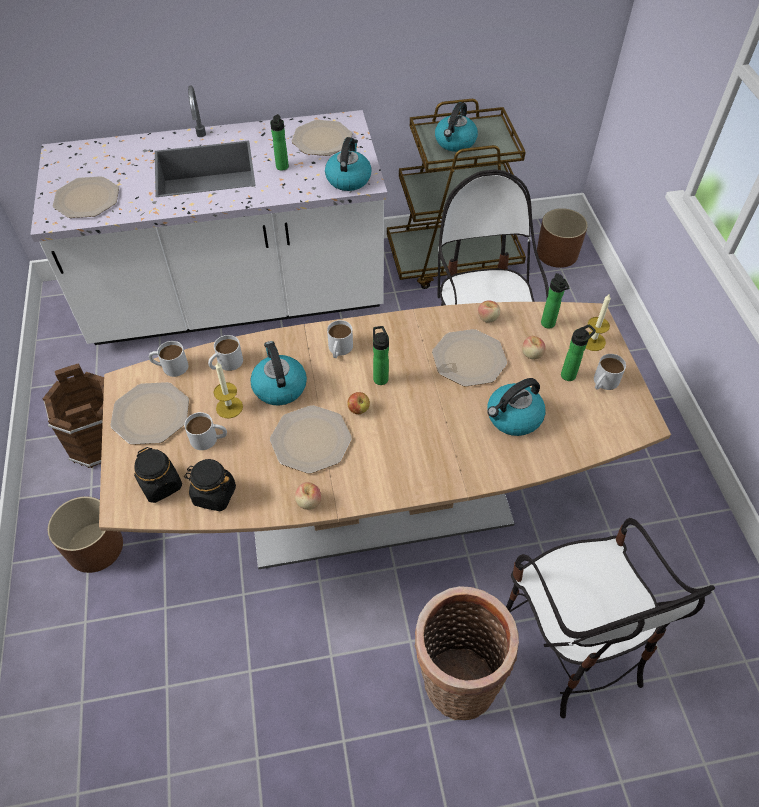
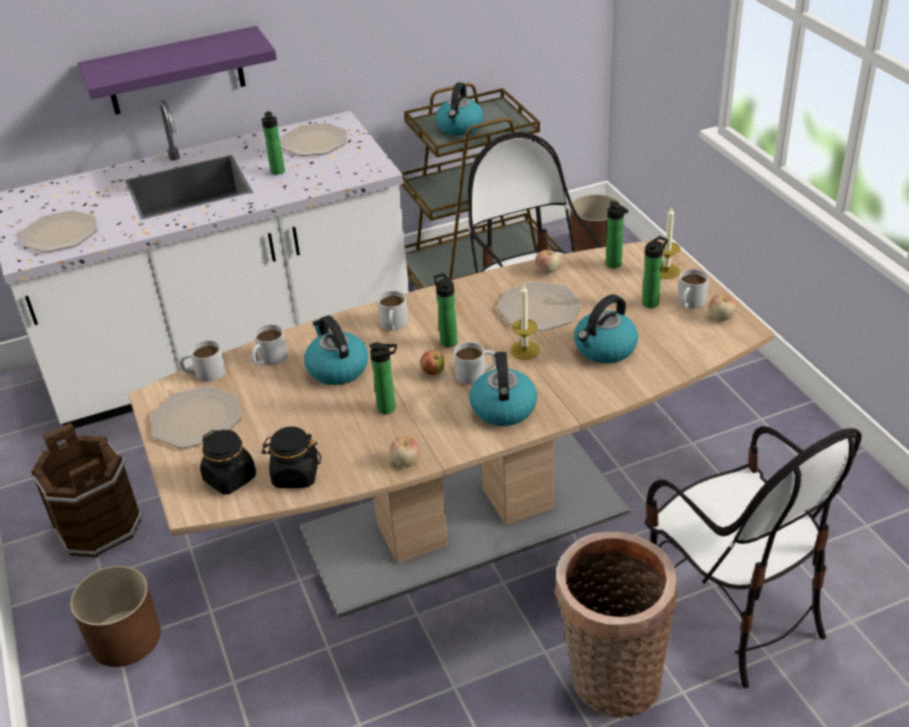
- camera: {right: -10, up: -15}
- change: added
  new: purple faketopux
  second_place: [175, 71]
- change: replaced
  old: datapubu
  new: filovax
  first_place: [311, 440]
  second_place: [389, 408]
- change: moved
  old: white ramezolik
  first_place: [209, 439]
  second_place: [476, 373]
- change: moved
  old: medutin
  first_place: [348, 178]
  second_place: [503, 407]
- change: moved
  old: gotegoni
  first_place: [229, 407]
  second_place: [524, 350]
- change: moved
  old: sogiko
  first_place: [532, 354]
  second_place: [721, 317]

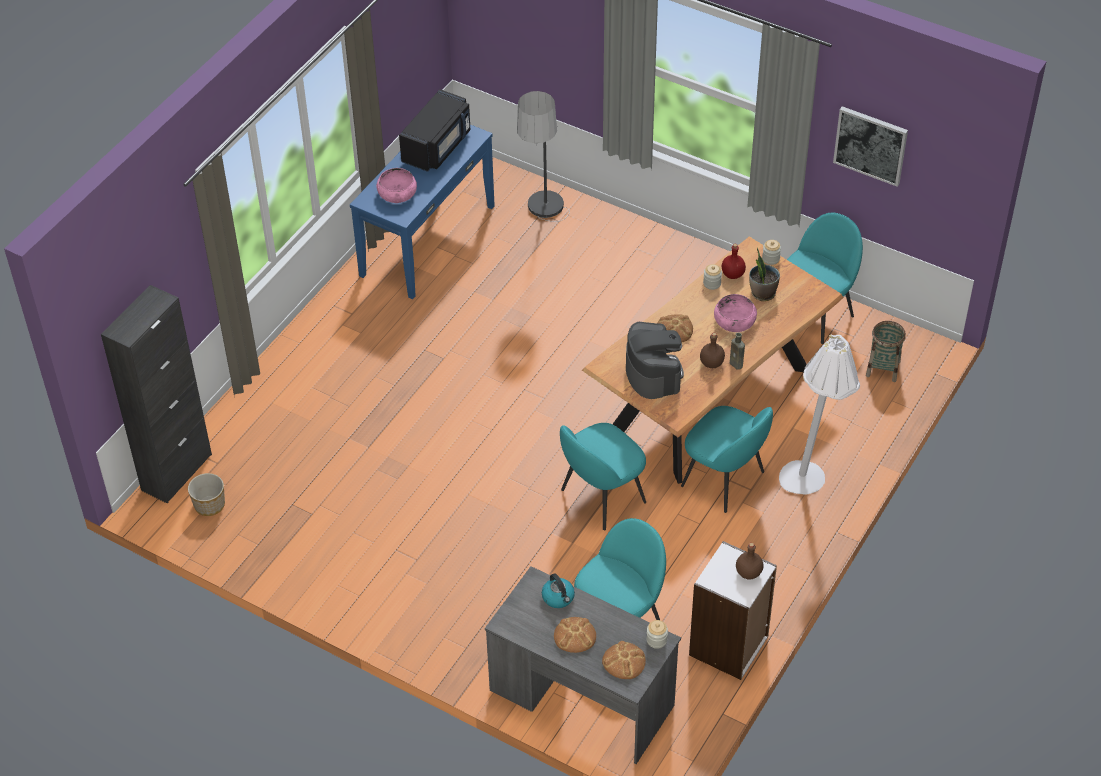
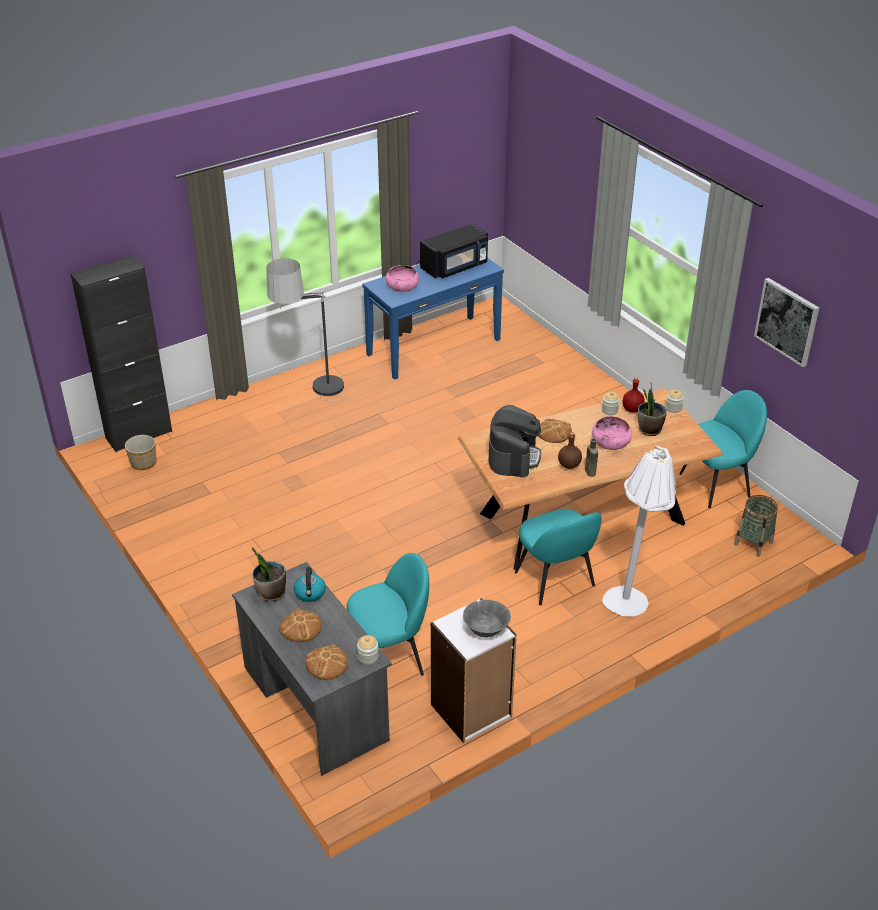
- camera: {right: 25, up: -10}
- change: added
  new: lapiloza
  second_place: [271, 593]
- change: moved
  old: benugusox
  first_place: [544, 227]
  second_place: [314, 401]
- change: replaced
  old: brown filovax
  new: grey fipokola
  first_place: [748, 573]
  second_place: [485, 631]
- change: removed
  old: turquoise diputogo
  first_place: [601, 497]

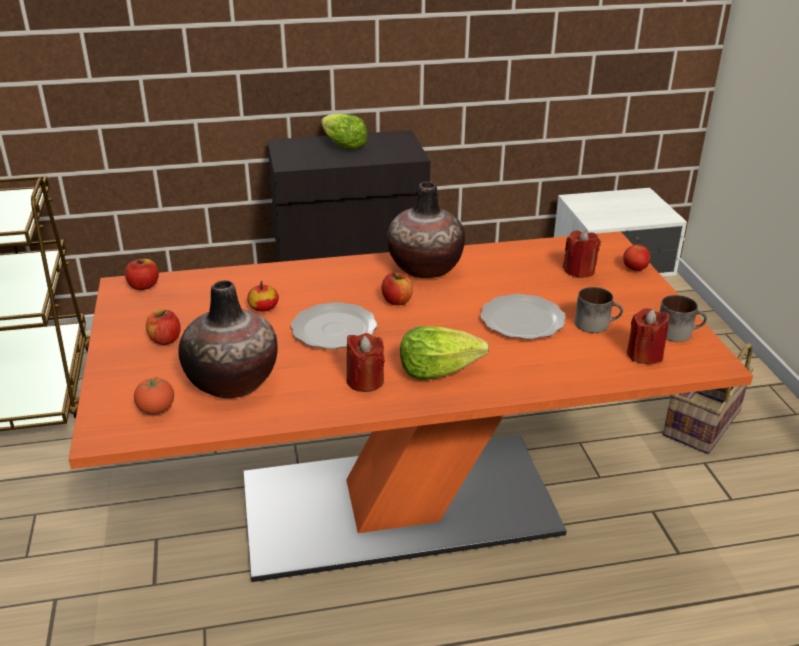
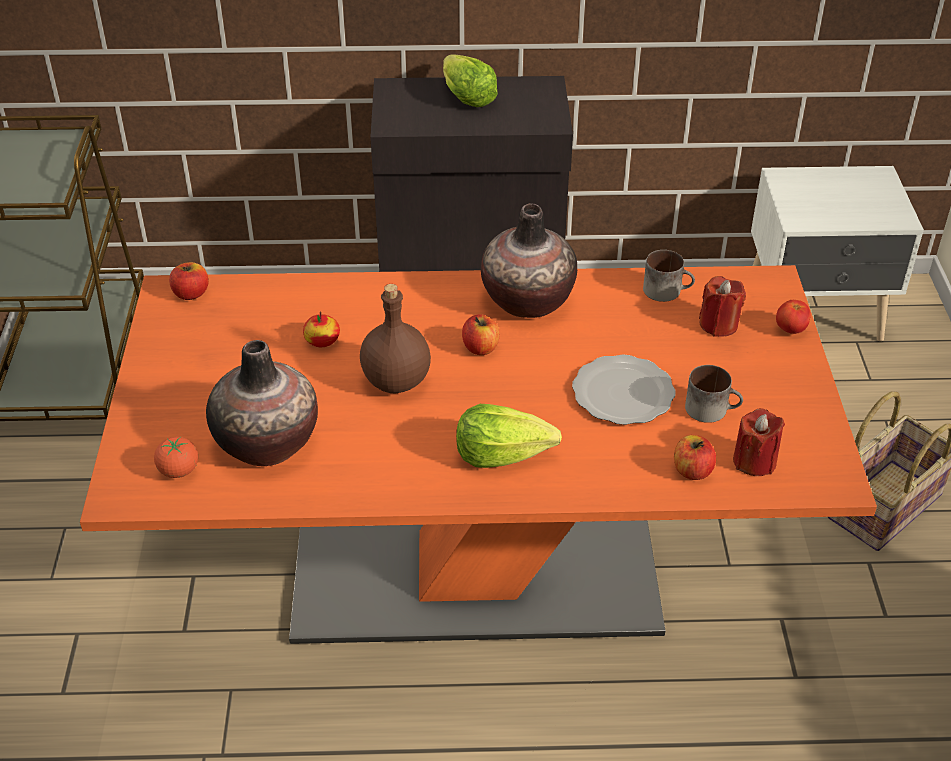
- camera: {right: 10, up: 10}
- change: replaced
  old: datapubu
  new: brown filovax
  first_place: [332, 329]
  second_place: [395, 381]
- change: moved
  old: ramezolik
  first_place: [678, 332]
  second_place: [667, 290]
- change: moved
  old: sogiko
  first_place: [165, 339]
  second_place: [692, 470]
- change: removed
  old: red gotegoni
  first_place: [365, 381]

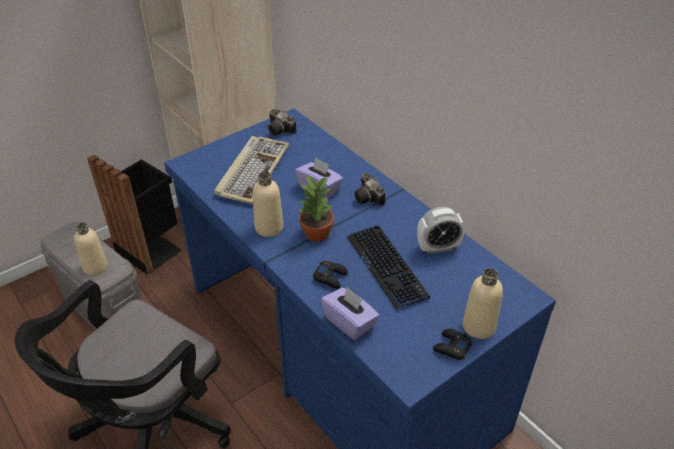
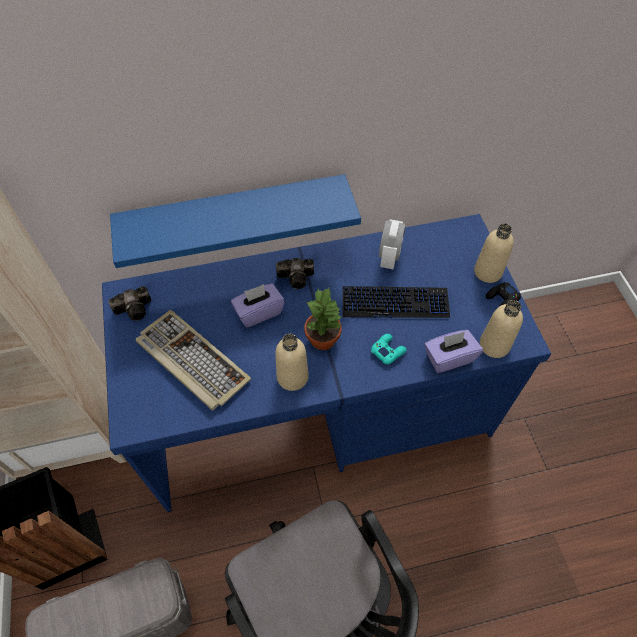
- camera: {right: -65, up: 15}
- change: added
  new: blue faketopux
  second_place: [234, 214]
- change: recoloured
  old: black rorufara
  new: turquoise rorufara
  first_place: [330, 277]
  second_place: [388, 350]
- change: moved
  old: beige filovax
  first_place: [95, 267]
  second_place: [494, 345]

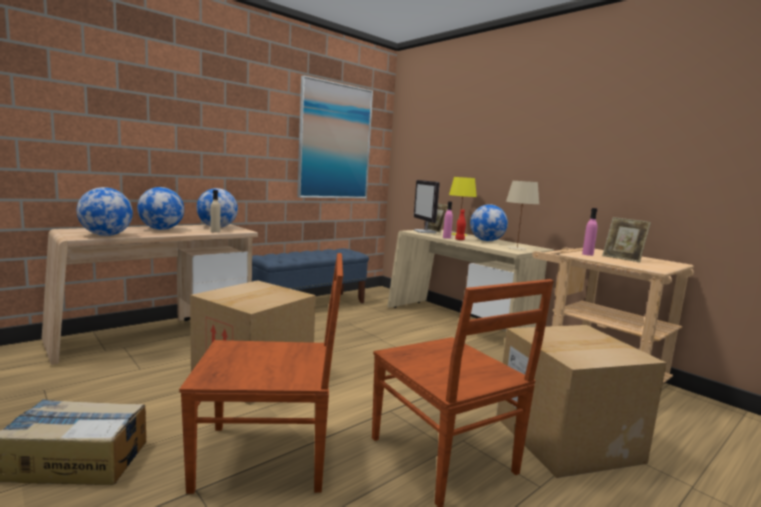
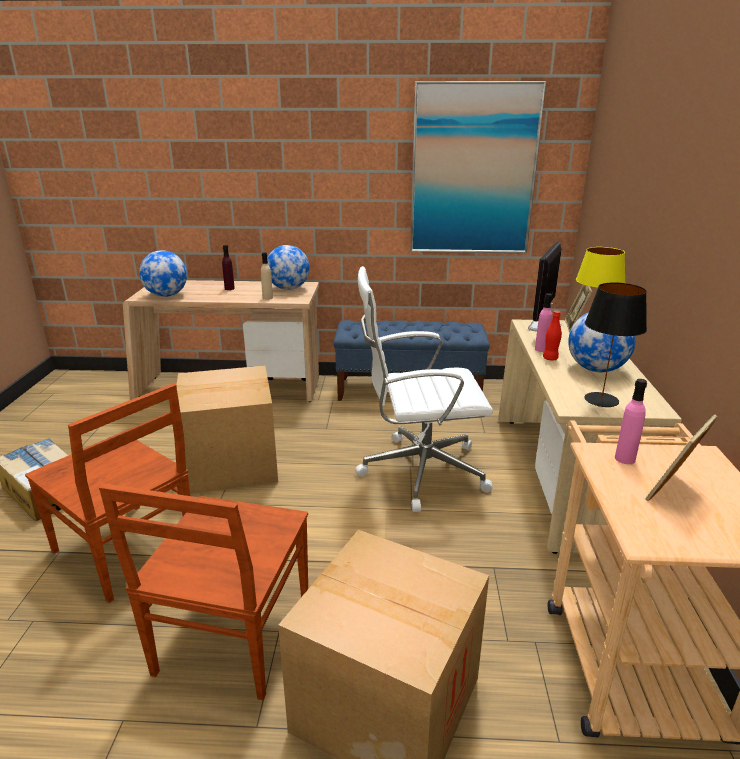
- camera: {right: 45, up: 15}
- change: replaced
  old: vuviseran
  new: purple filovax
  first_place: [161, 229]
  second_place: [229, 288]
- change: added
  new: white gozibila
  second_place: [419, 471]
- change: recoloured
  old: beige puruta
  new: black puruta
  first_place: [517, 248]
  second_place: [601, 400]
- change: turned
  old: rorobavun
  first_place: [622, 258]
  second_place: [672, 491]
  degrees: 45

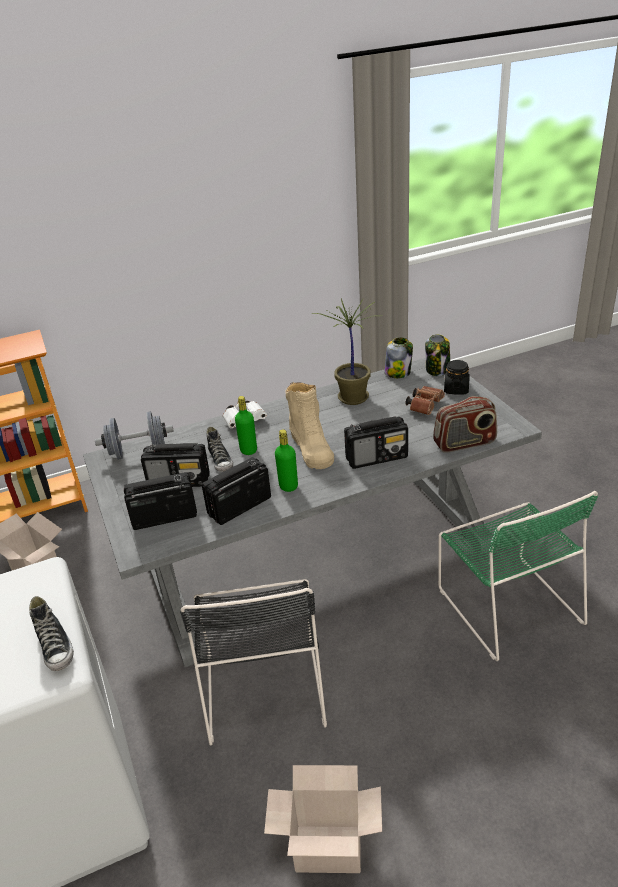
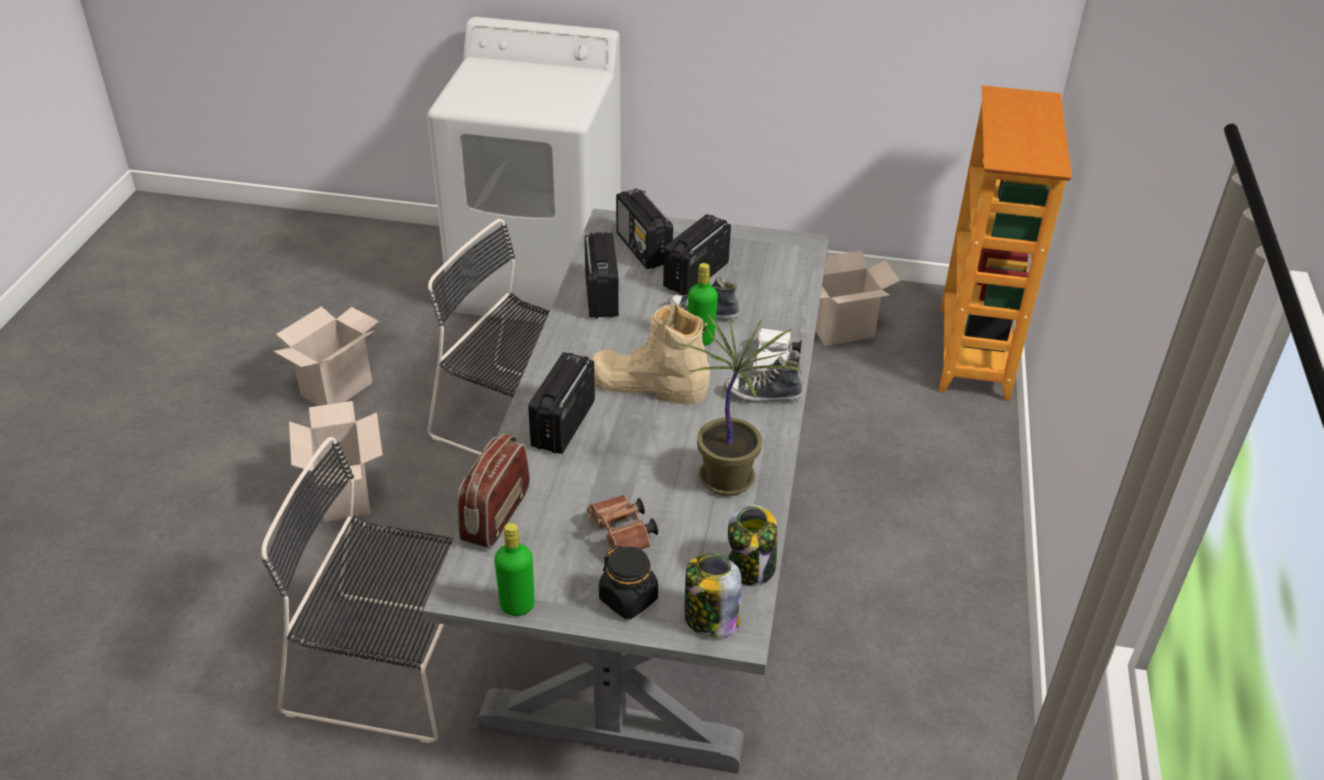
- camera: {right: 120, up: 5}
- change: recoloured
  old: green diputogo
  new: black diputogo
  first_place: [506, 603]
  second_place: [393, 666]
- change: added
  new: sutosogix
  second_place: [347, 497]
- change: moved
  old: green filovax
  first_place: [288, 486]
  second_place: [517, 605]
- change: turned
  old: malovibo
  first_place: [163, 517]
  second_place: [644, 249]
  degrees: 135
- change: moved
  old: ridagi
  first_place: [55, 646]
  second_place: [762, 395]
- change: removed
  old: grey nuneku
  first_place: [138, 452]

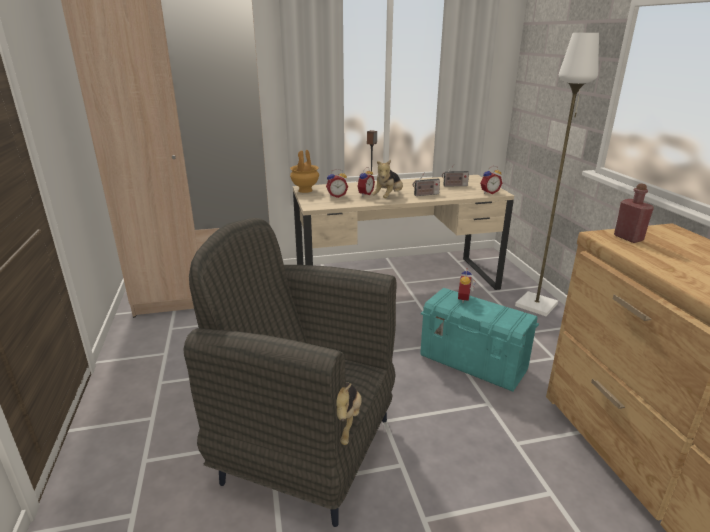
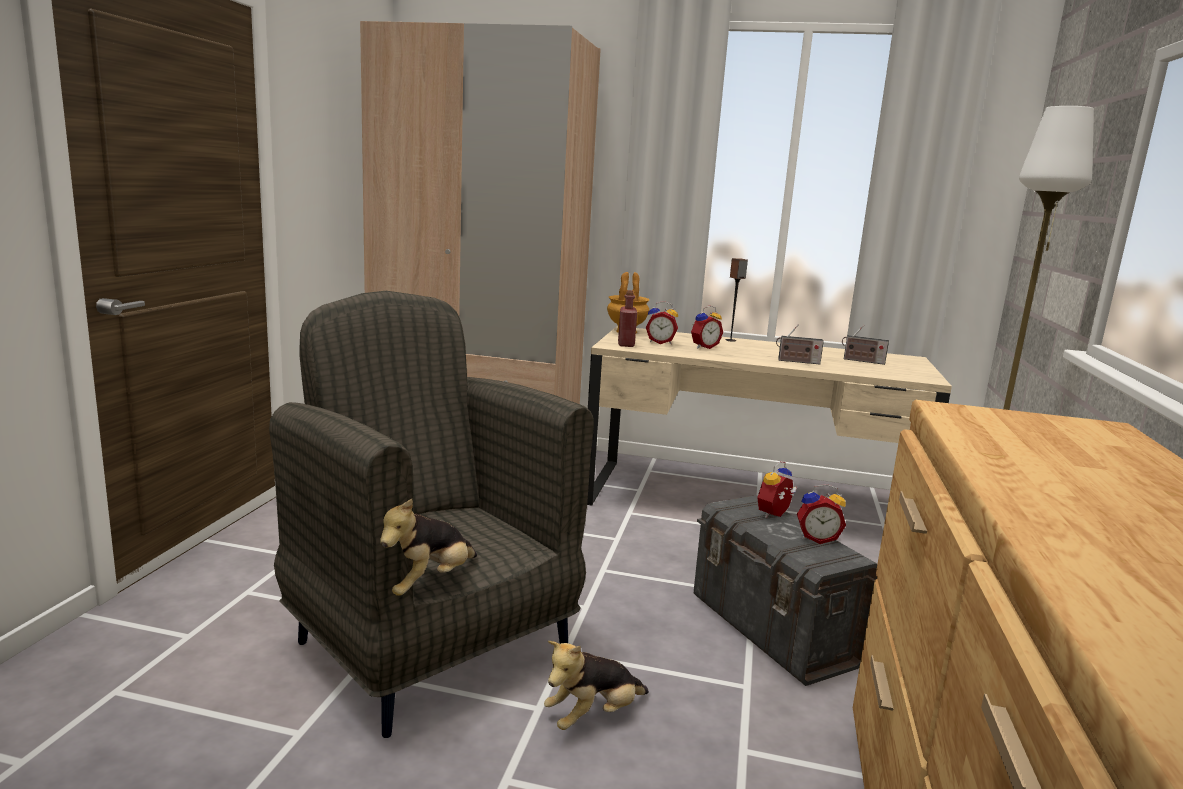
- camera: {right: 25, up: -10}
- change: moved
  old: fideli
  first_place: [388, 198]
  second_place: [593, 716]
- change: moved
  old: red filovax
  first_place: [628, 238]
  second_place: [626, 344]
- change: recoloured
  old: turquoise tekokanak
  new: grey tekokanak
  first_place: [473, 363]
  second_place: [772, 631]
- change: moved
  old: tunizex
  first_place: [489, 192]
  second_place: [817, 538]

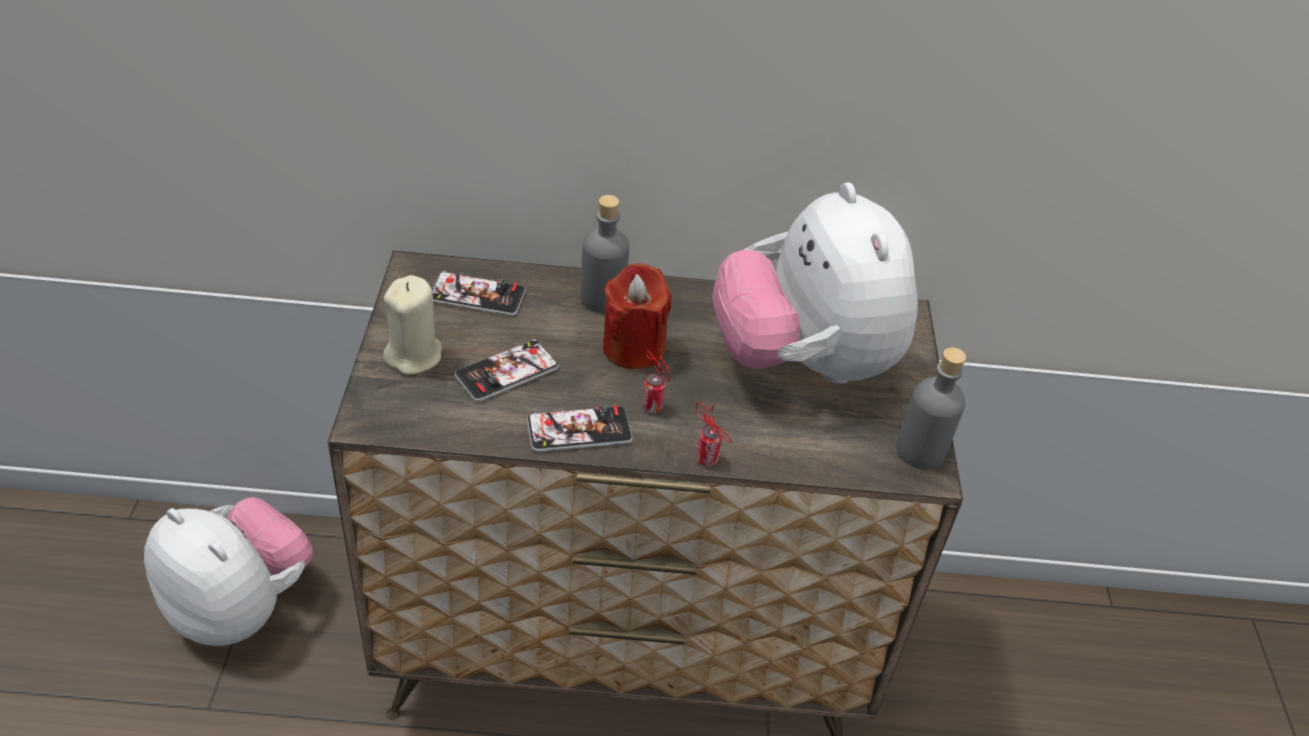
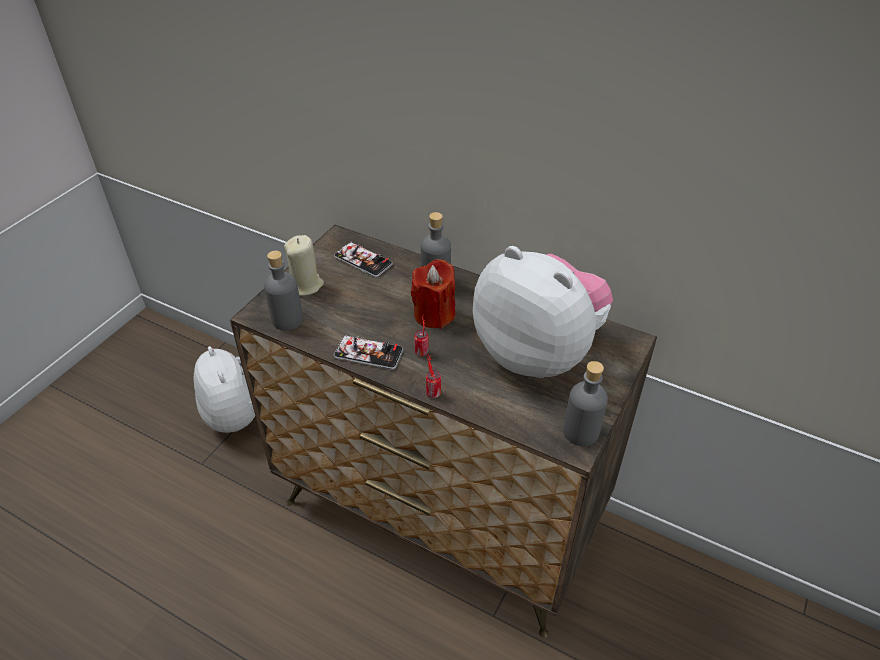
- camera: {right: 30, up: 0}
- change: added
  new: grey filovax
  second_place: [287, 320]
- change: turned
  old: fideli
  first_place: [803, 362]
  second_place: [538, 353]
  degrees: 120
- change: removed
  old: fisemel
  first_place: [507, 372]

